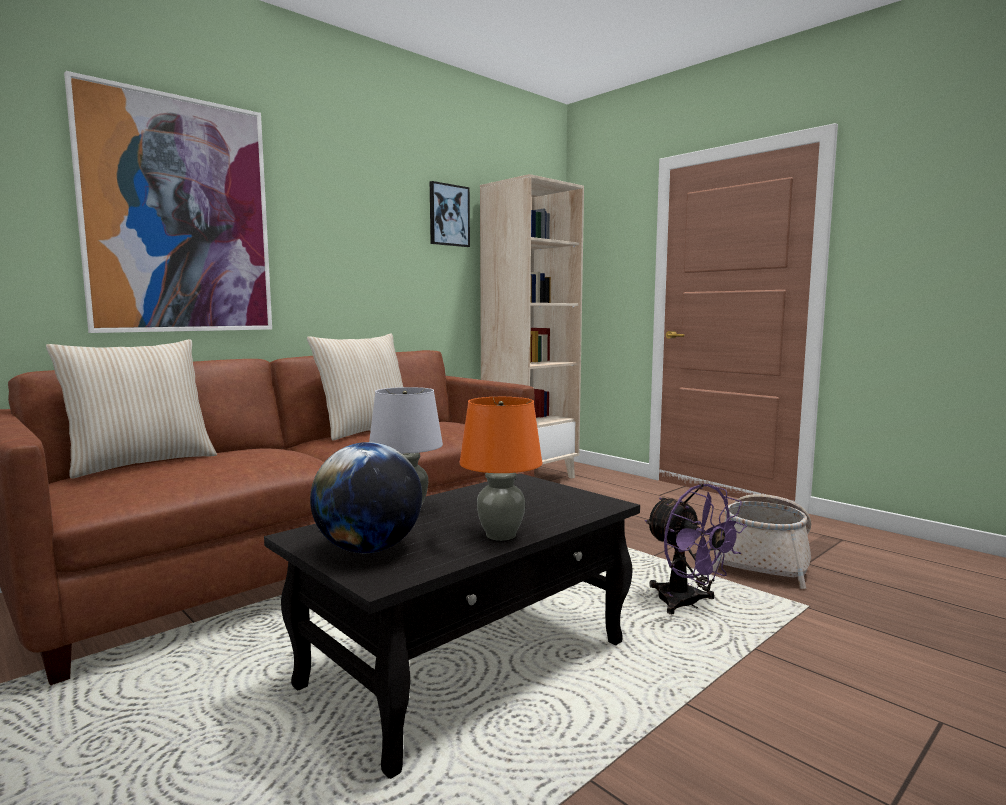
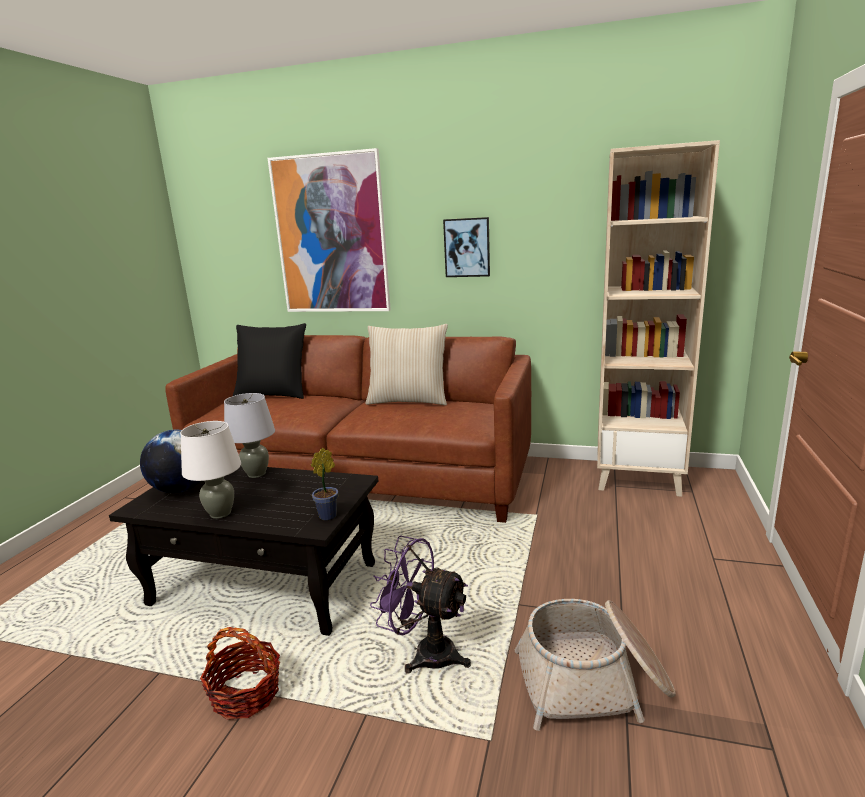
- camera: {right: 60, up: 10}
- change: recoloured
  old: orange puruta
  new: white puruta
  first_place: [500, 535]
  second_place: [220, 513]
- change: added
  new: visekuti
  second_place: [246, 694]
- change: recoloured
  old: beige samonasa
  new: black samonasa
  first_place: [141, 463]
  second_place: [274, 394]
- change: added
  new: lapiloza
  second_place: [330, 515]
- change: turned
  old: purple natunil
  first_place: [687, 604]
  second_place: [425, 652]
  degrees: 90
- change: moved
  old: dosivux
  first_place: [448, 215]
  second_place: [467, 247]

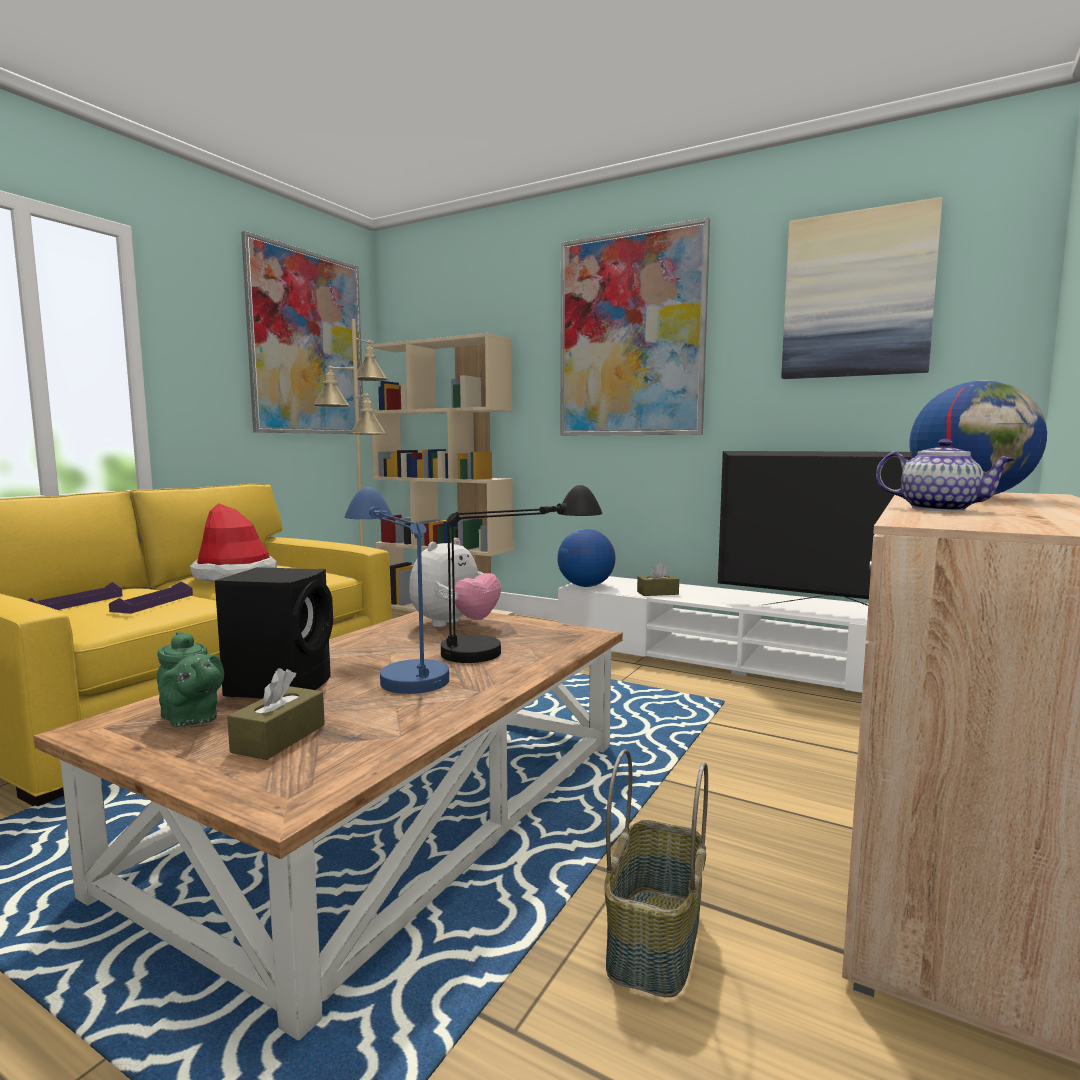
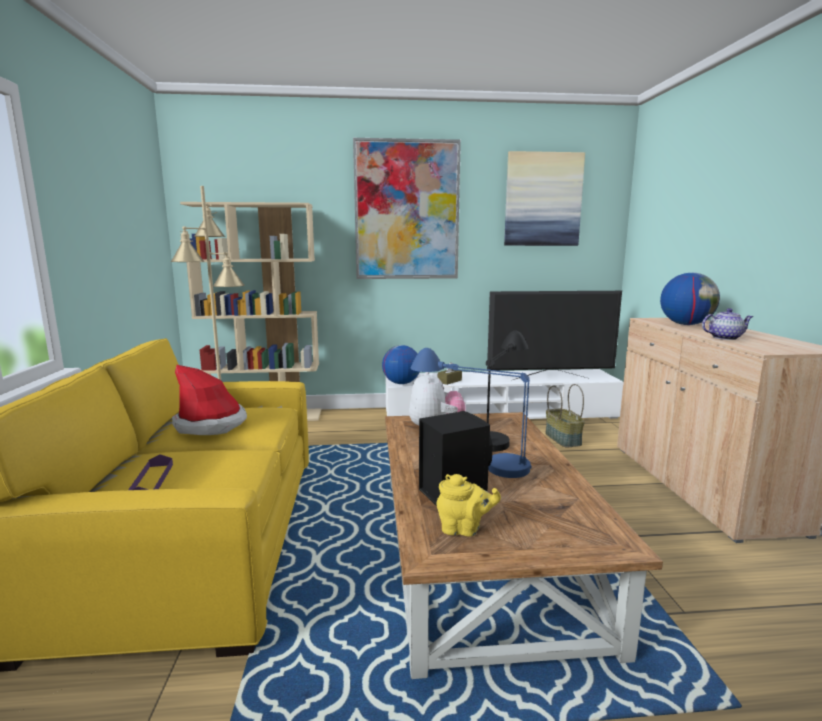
- camera: {right: -35, up: 5}
- change: recoloured
  old: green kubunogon
  new: yellow kubunogon
  first_place: [191, 719]
  second_place: [464, 529]
- change: moved
  old: visekuti
  first_place: [656, 941]
  second_place: [563, 439]
- change: removed
  old: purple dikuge
  first_place: [153, 603]
- change: removed
  old: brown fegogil
  first_place: [279, 738]
- change: removed
  old: dosivux
  first_place: [307, 344]

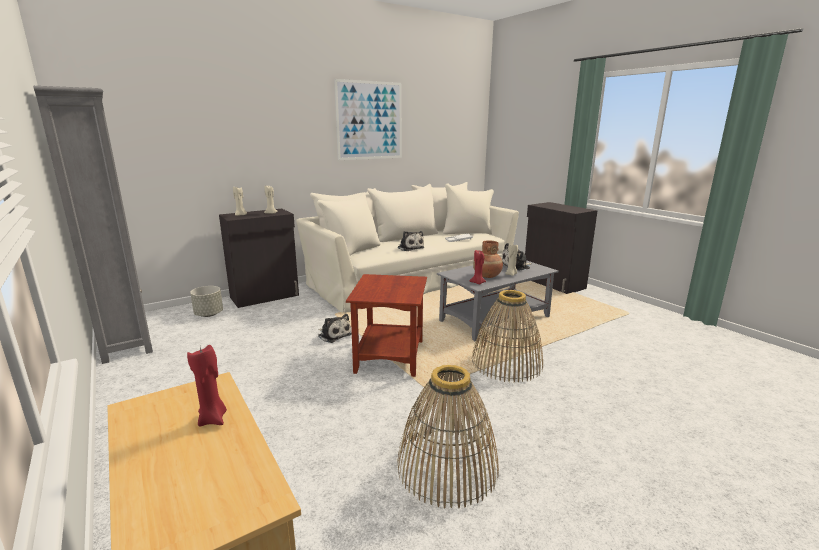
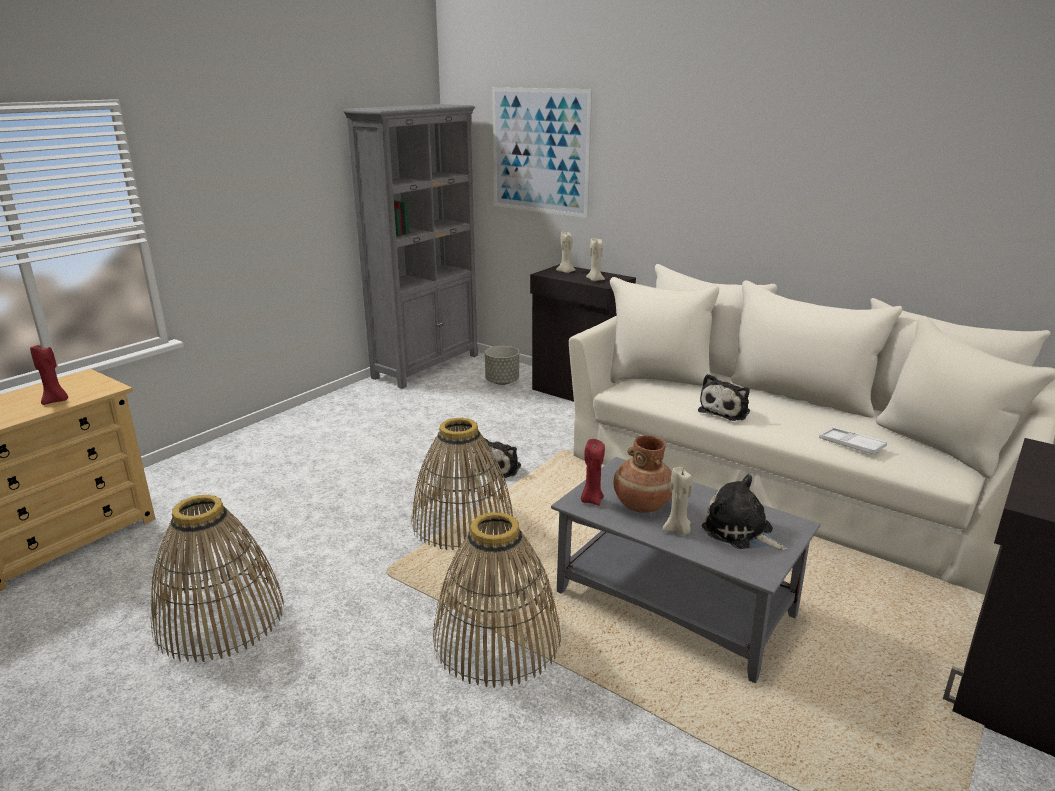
- camera: {right: 70, up: 5}
- change: replaced
  old: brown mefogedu
  new: visekuti
  first_place: [388, 356]
  second_place: [462, 522]
- change: moved
  old: dosivux
  first_place: [369, 120]
  second_place: [540, 151]

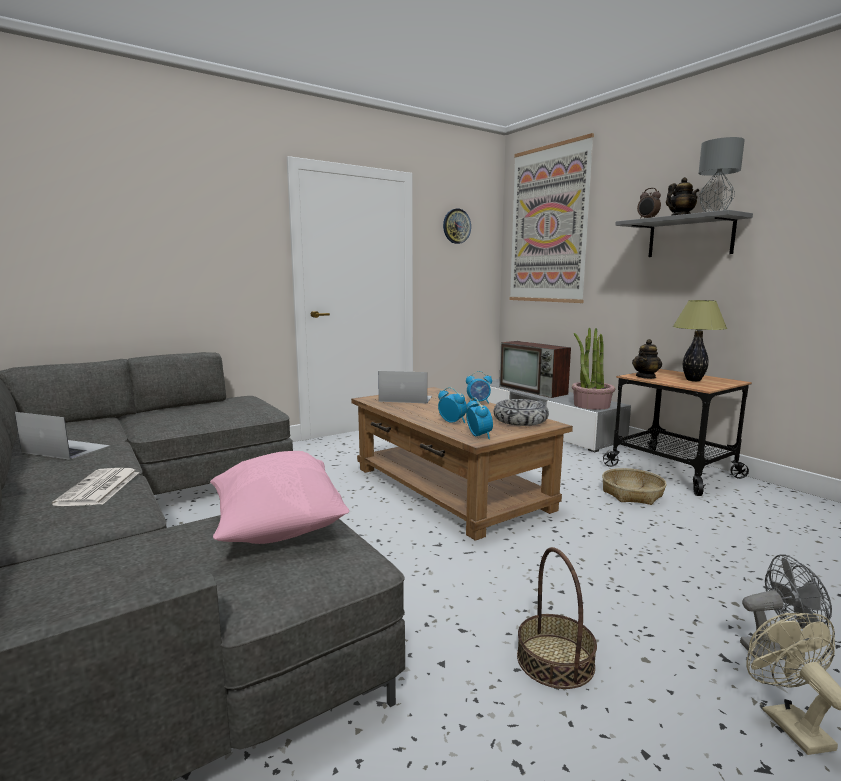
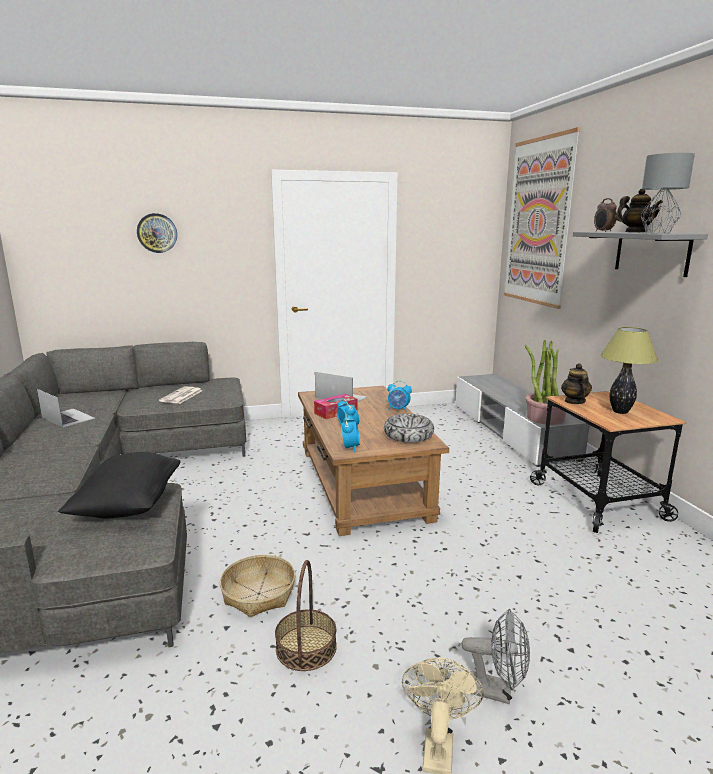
- camera: {right: 20, up: 5}
- change: recoloured
  old: pink samonasa
  new: black samonasa
  first_place: [278, 527]
  second_place: [128, 506]
- change: moved
  old: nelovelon
  first_place: [456, 226]
  second_place: [157, 233]
- change: moved
  old: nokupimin
  first_place: [99, 488]
  second_place: [181, 396]
- change: moved
  old: visekuti
  first_place: [632, 494]
  second_place: [259, 593]
- change: added
  new: fegogil
  second_place: [336, 412]
- change: turned
  old: kubunogon
  first_place: [646, 377]
  second_place: [574, 401]
  degrees: 120
- change: removed
  old: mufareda
  first_place: [533, 390]

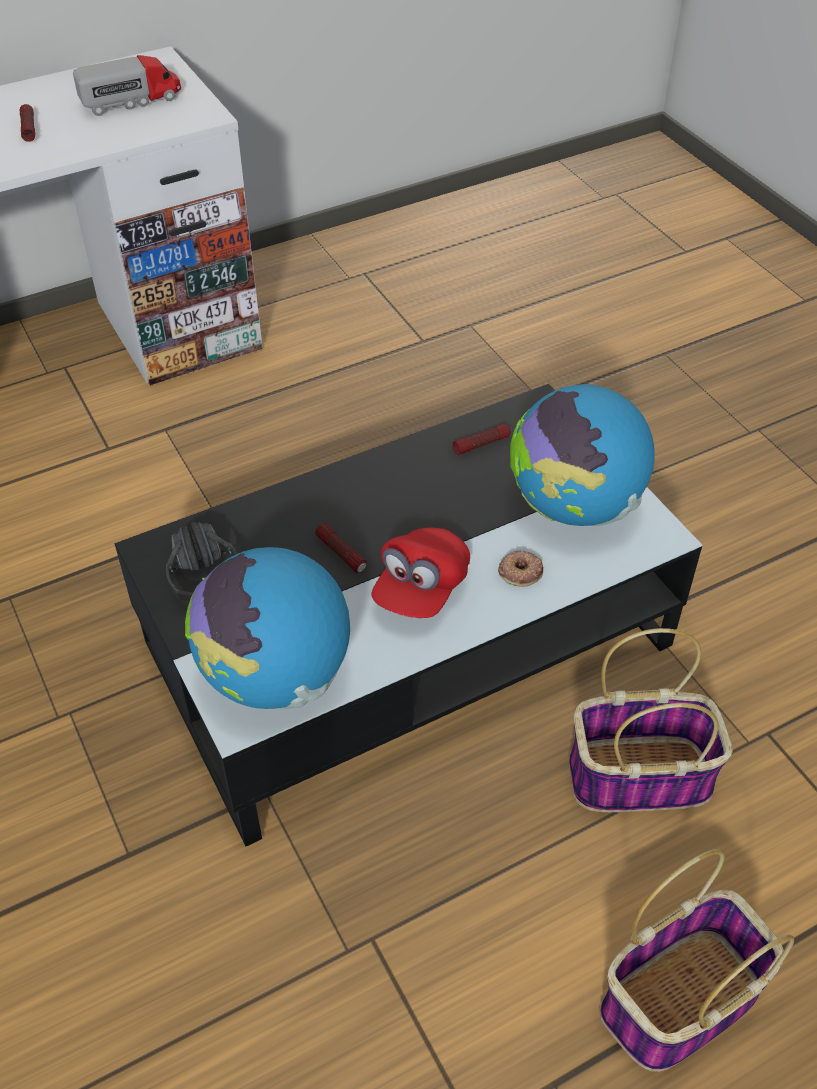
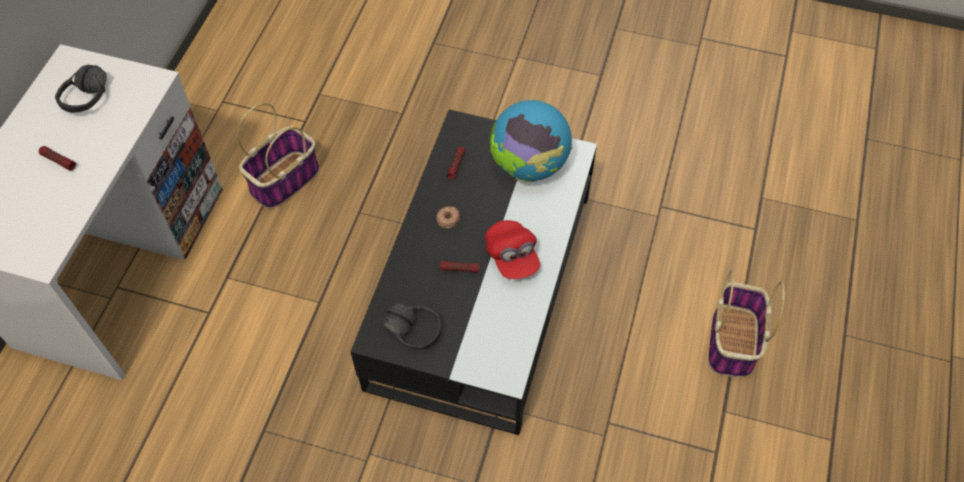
- camera: {right: -45, up: 10}
- change: replaced
  old: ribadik
  new: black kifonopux
  first_place: [132, 101]
  second_place: [94, 99]
- change: moved
  old: visekuti
  first_place: [640, 775]
  second_place: [285, 179]
- change: moved
  old: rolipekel
  first_place: [520, 571]
  second_place: [448, 218]
- change: removed
  old: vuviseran
  first_place: [275, 676]

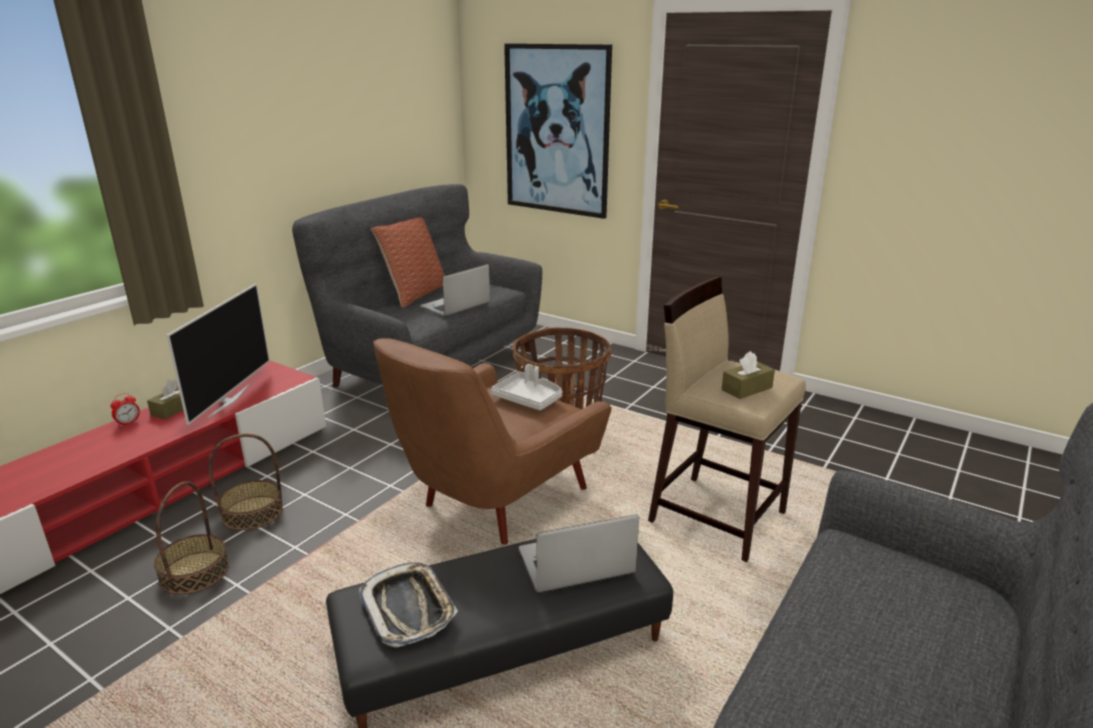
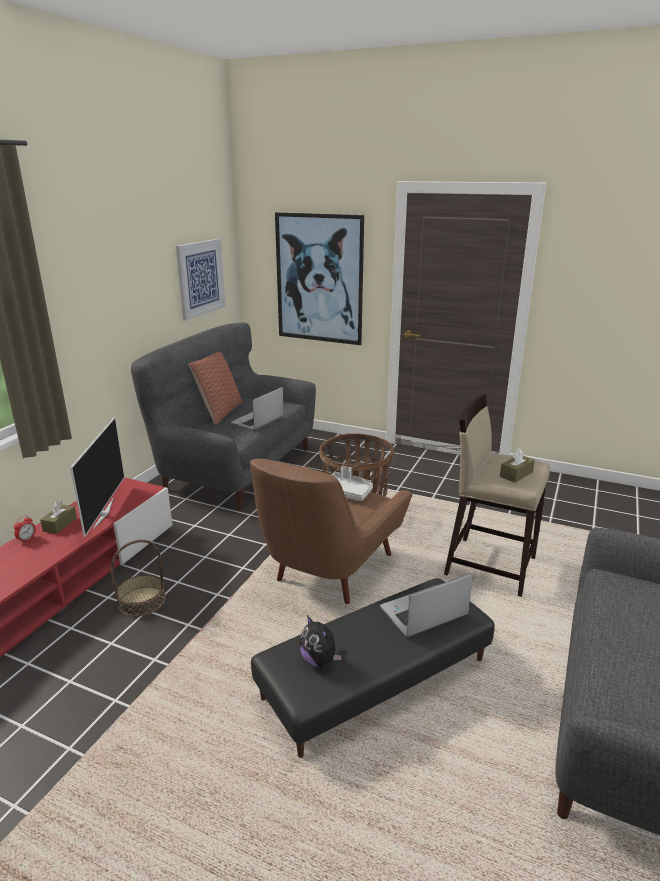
- camera: {right: -10, up: 0}
- change: added
  new: dosivux
  second_place: [200, 278]
- change: replaced
  old: dikuge
  new: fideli
  first_place: [408, 609]
  second_place: [319, 660]
- change: removed
  old: visekuti
  first_place: [194, 572]

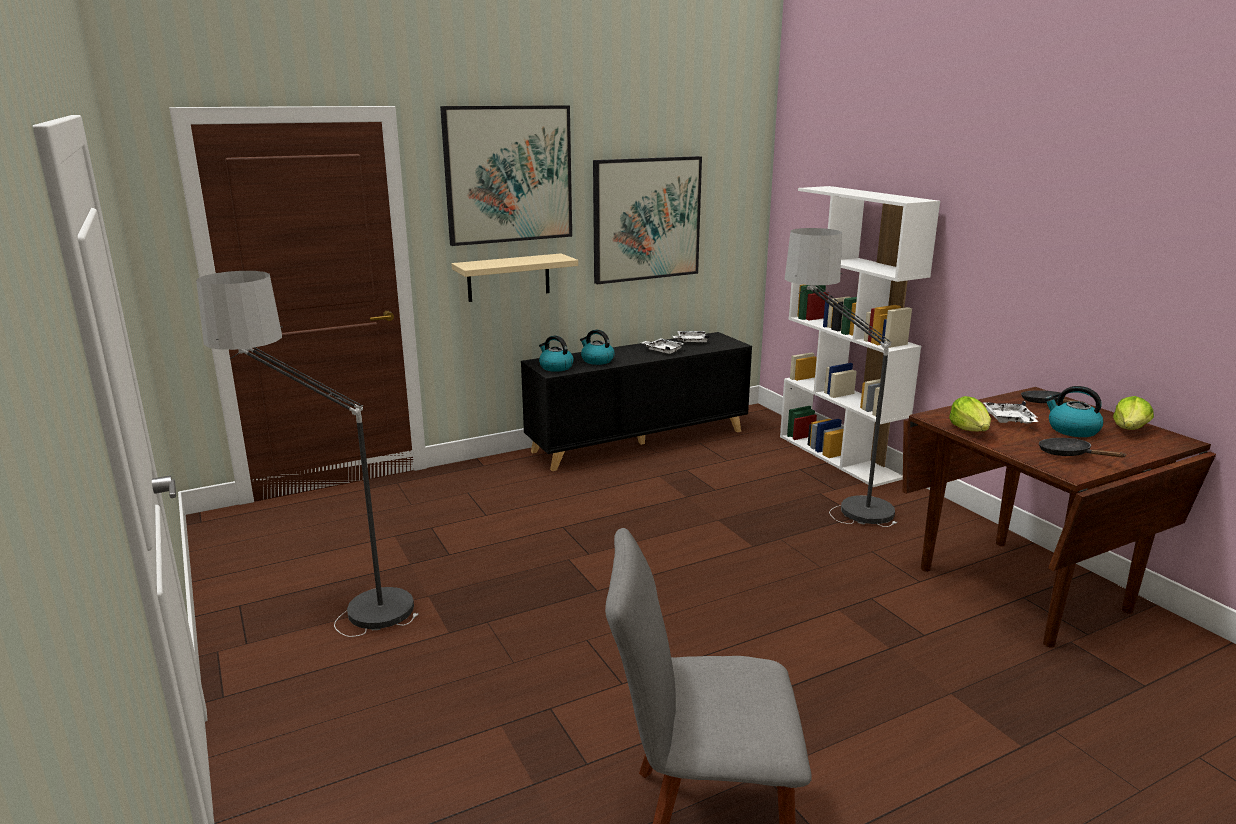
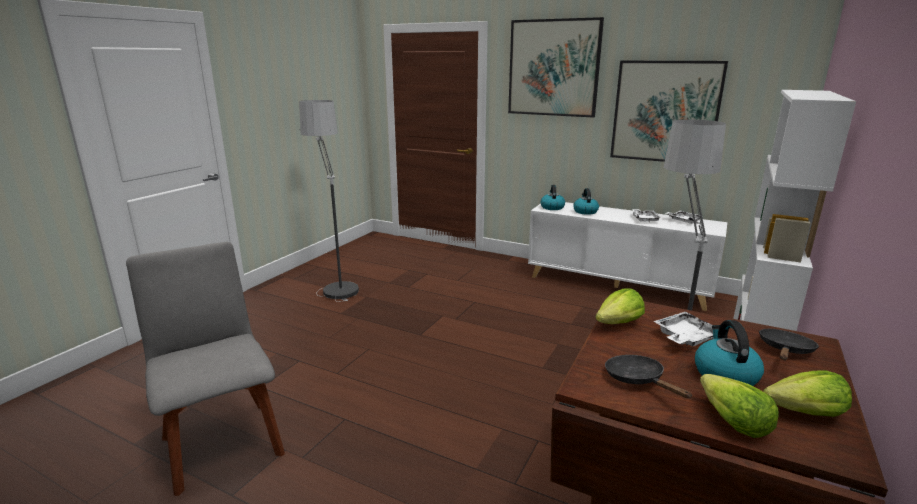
- camera: {right: 55, up: 0}
- change: recoloured
  old: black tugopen
  new: white tugopen
  first_place: [639, 441]
  second_place: [617, 285]
- change: turned
  old: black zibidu
  first_place: [1068, 455]
  second_place: [638, 380]
  degrees: -45
- change: added
  new: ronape
  second_place: [732, 421]
- change: removed
  old: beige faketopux
  first_place: [508, 277]

